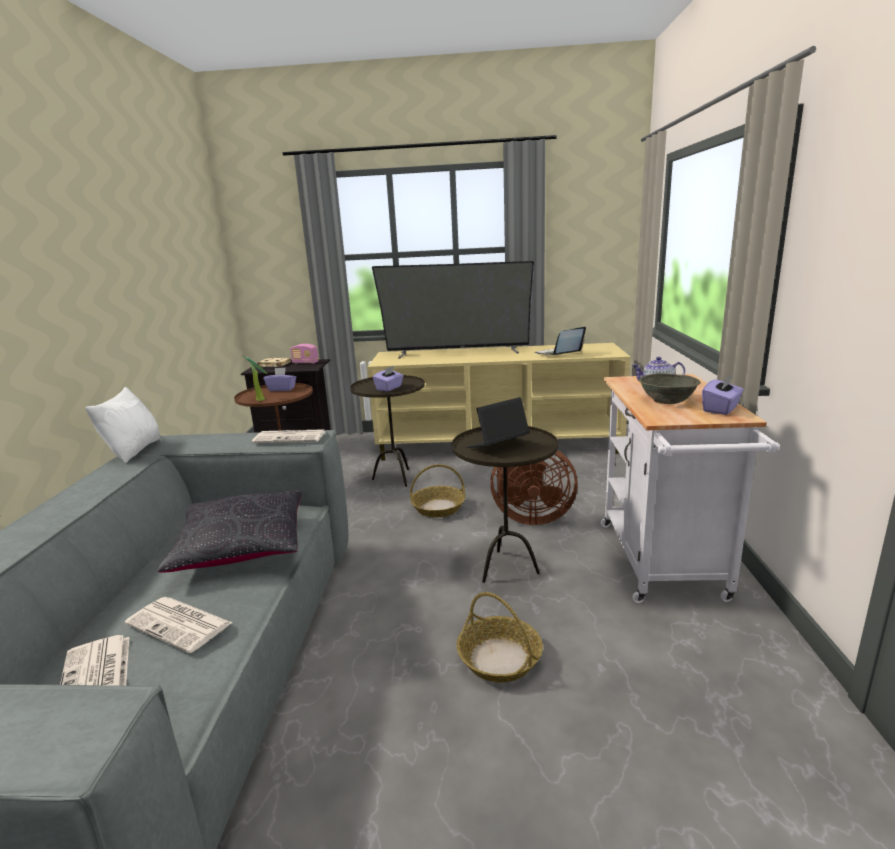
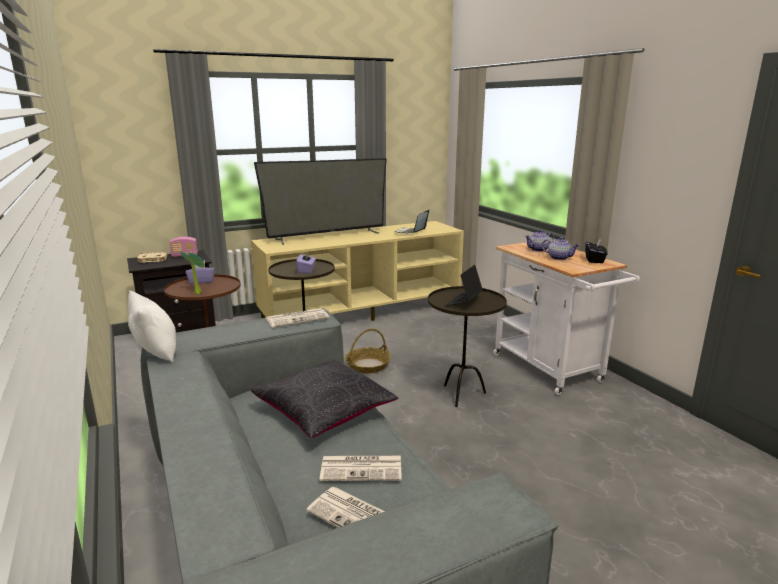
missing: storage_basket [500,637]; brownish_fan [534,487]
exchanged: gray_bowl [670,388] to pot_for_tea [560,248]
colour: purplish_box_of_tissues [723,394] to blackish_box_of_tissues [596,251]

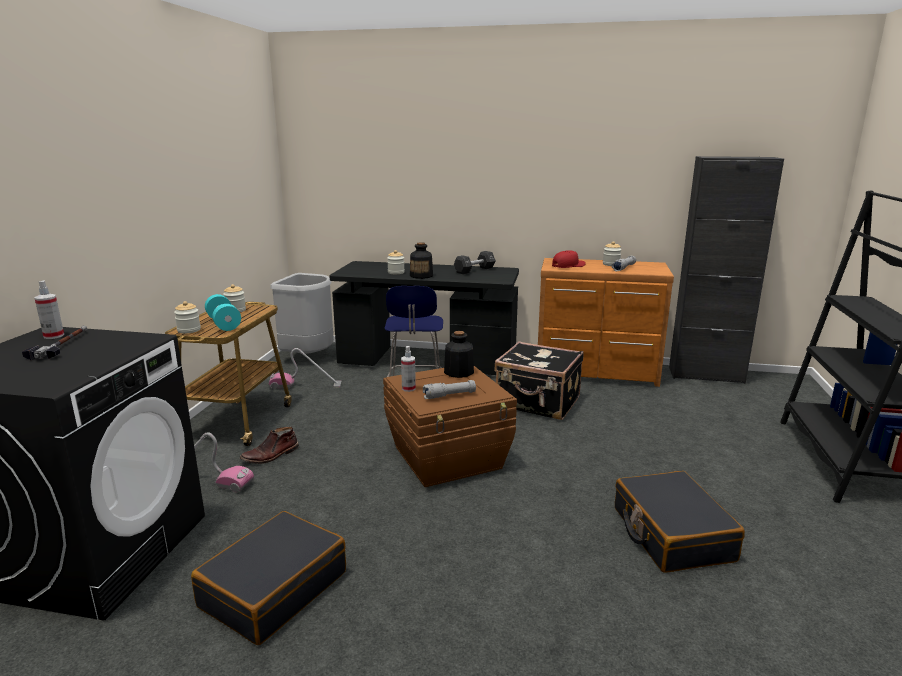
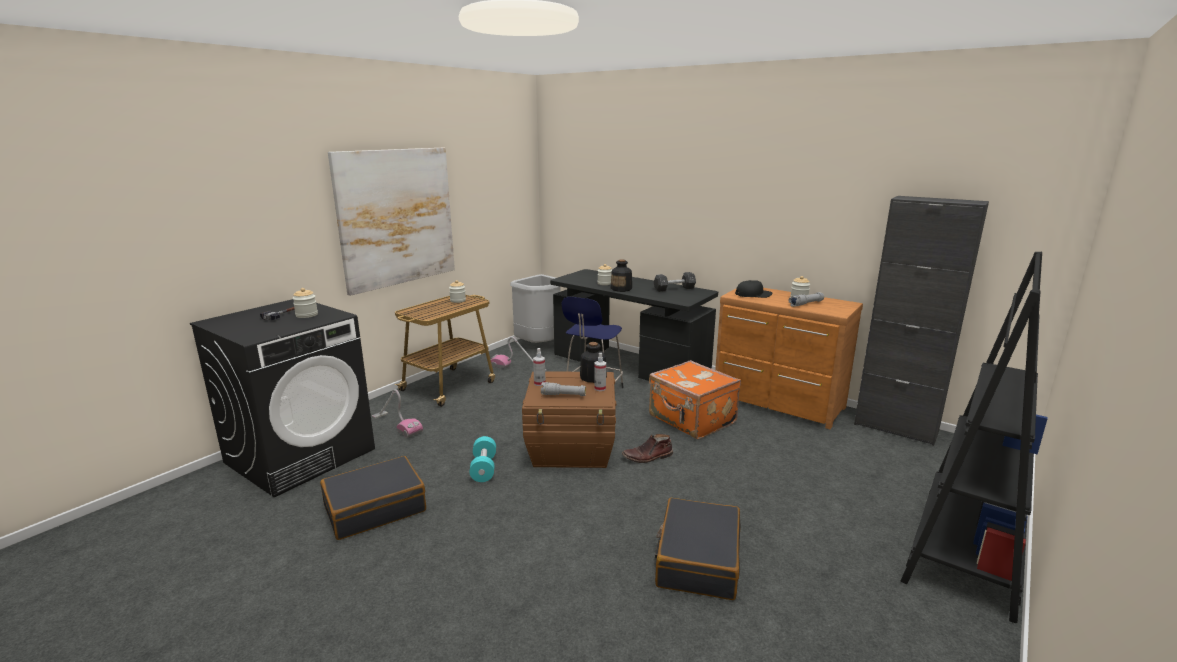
appeared: wall_art [391,222]
relocated: storage_jar [187,317] to [305,303]; turquoise_hand_weight [223,312] to [482,459]; sprayer [49,310] to [600,372]; brownish_boot [269,445] to [647,448]
colour: blackish_piece_of_luggage [539,380] to orangey_piece_of_luggage [695,400]; red_baseball_cap [569,259] to blackish_baseball_cap [754,289]

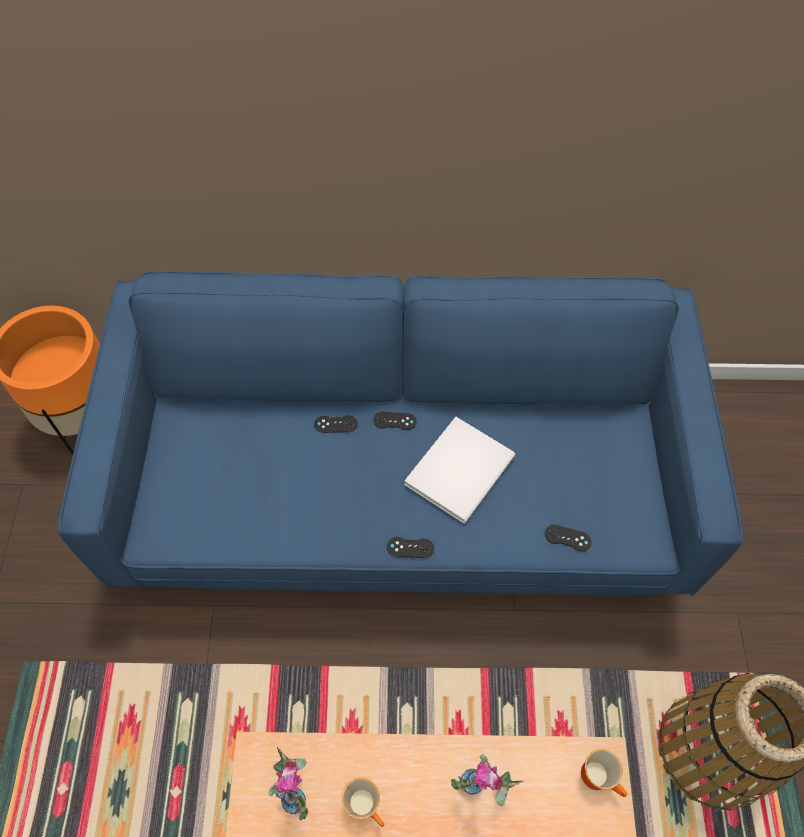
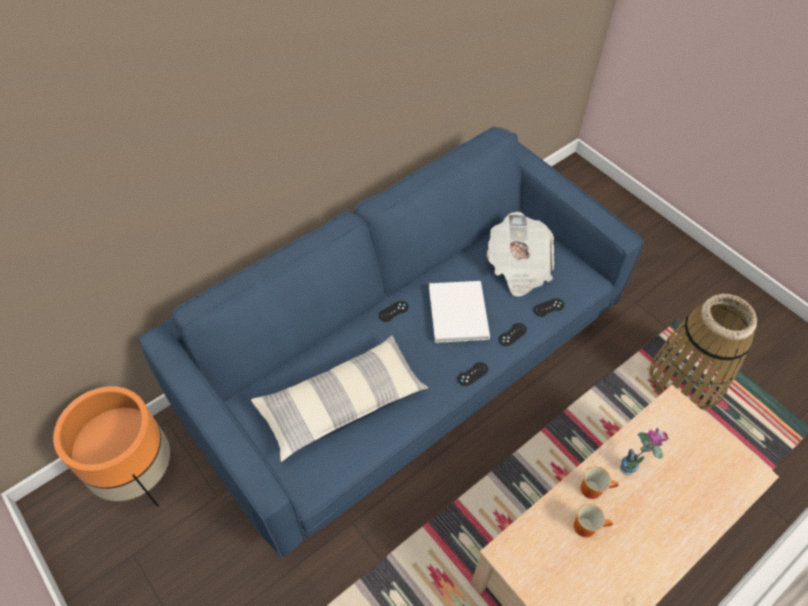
missing: vase [288,784]
appeared: pillow [339,398]; daily_paper [520,254]
relocated: blackish_game_controller [336,424] to [512,334]; coffee_mug [604,773] to [600,482]

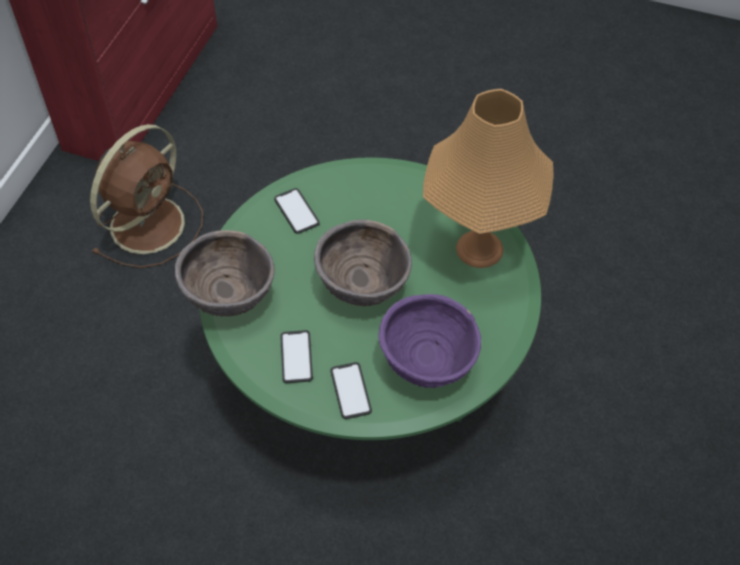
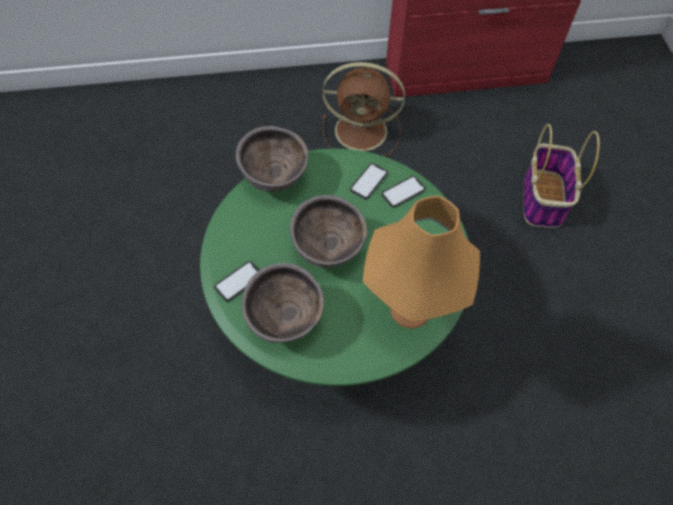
appeared: storage_basket [561,176]
relocated: handset [296,356] to [403,192]
colour: purplish_bowl [430,341] to brownish_bowl [283,303]

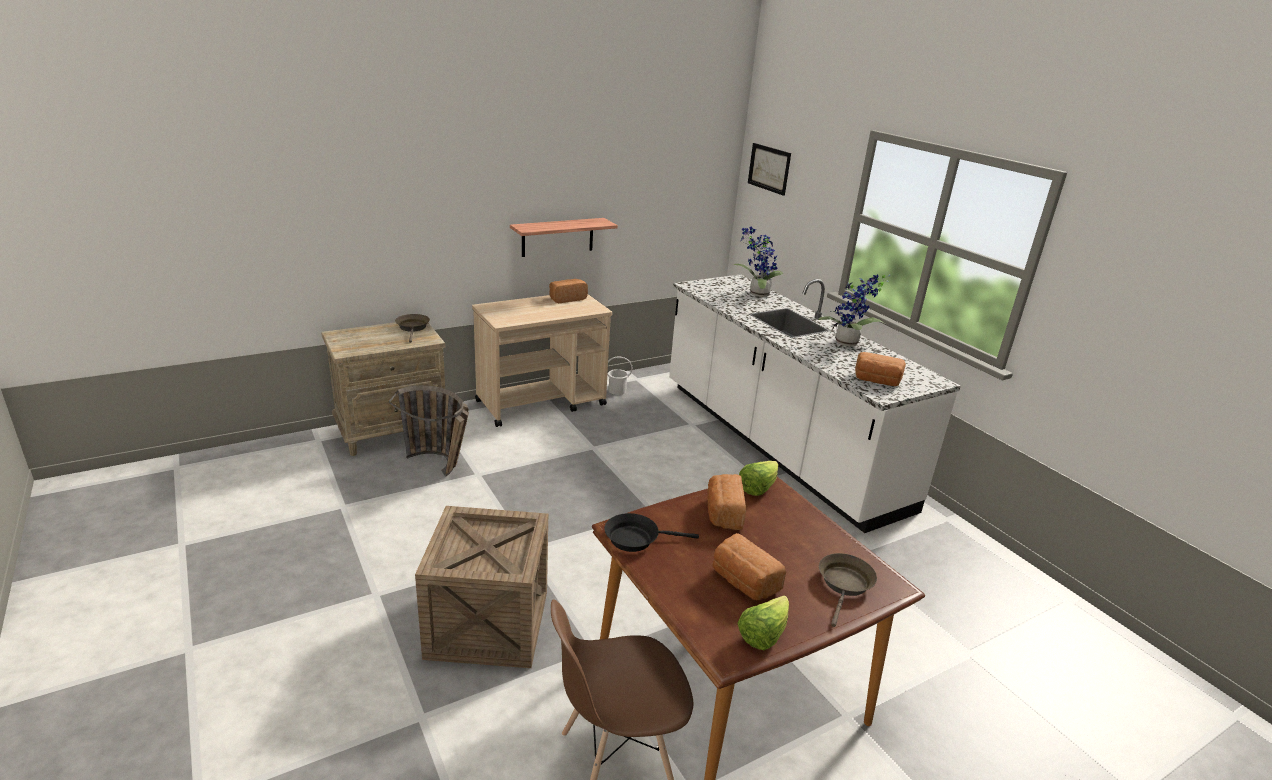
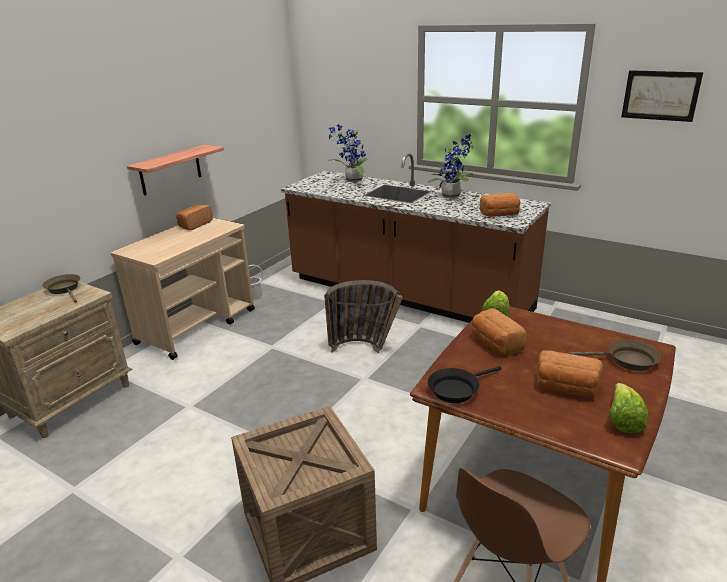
relocated: storage_basket [429,431] to [363,316]; wall_art [769,169] to [662,96]
colour: white_kitchen_base_unit [815,403] to brownish_kitchen_base_unit [416,238]
spun: brownish_pan [848,590] = [615,355] 105 degrees clockwise

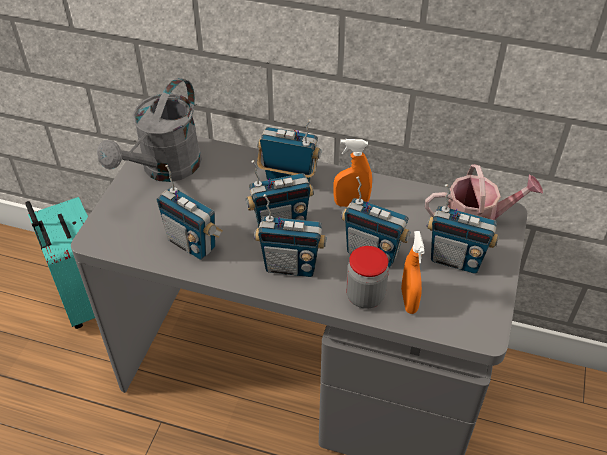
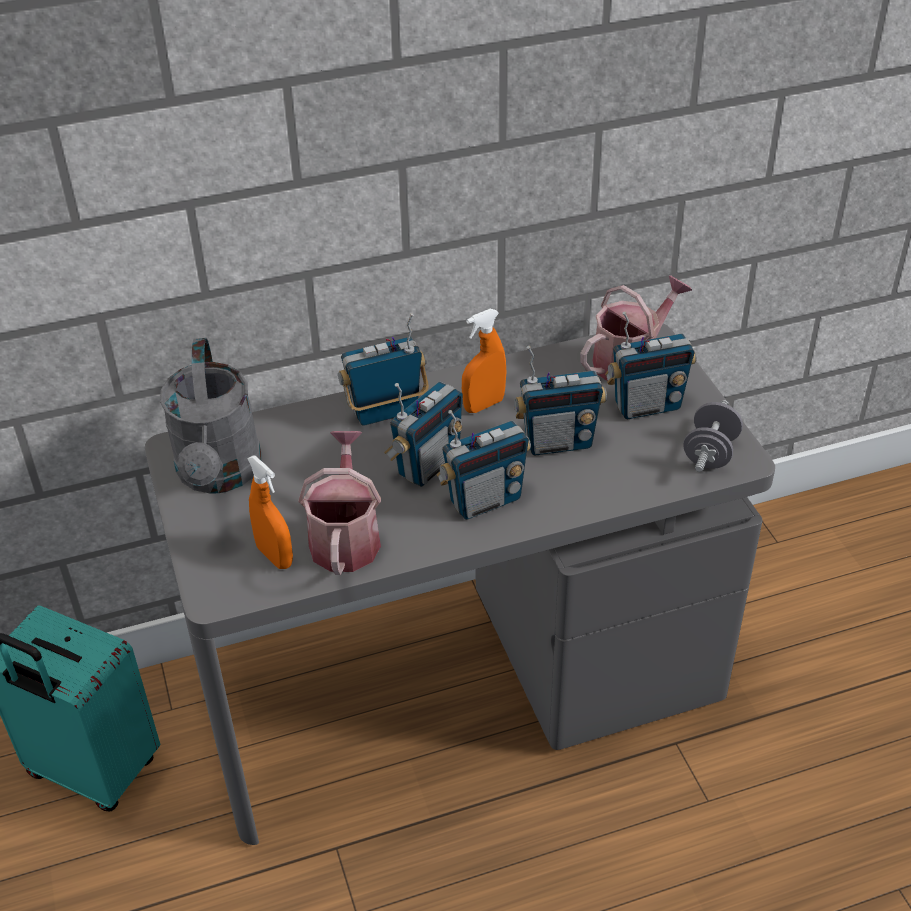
missing: storage_jar [367,277]
appeared: gray_hand_weight [713,436]
relocated: orangey_sprayer [413,272] to [270,512]
exchanged: radio_set [189,212] to watering_pot [340,503]

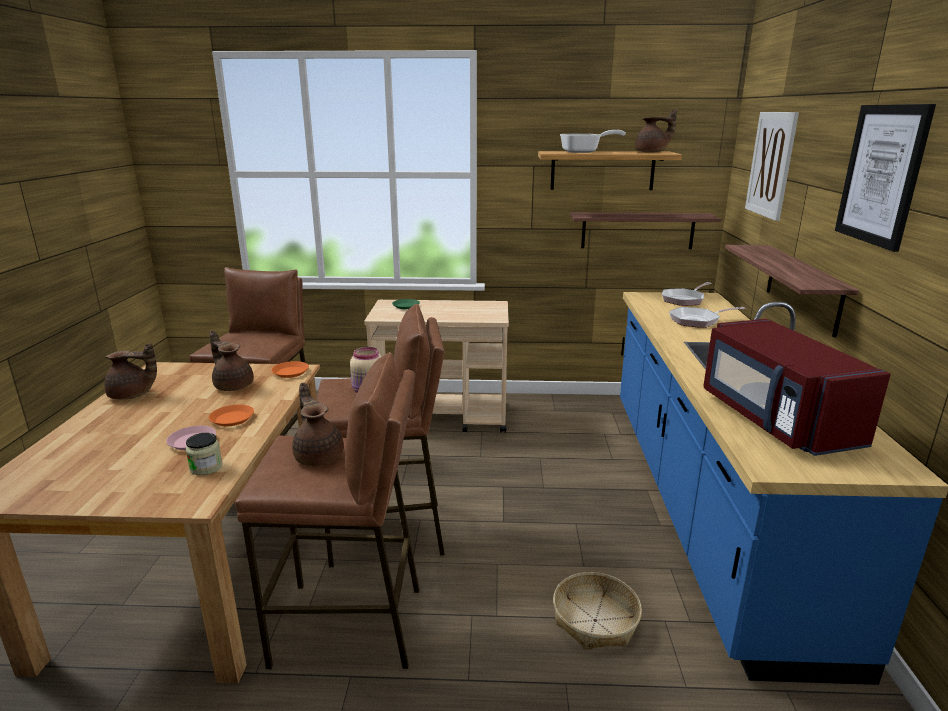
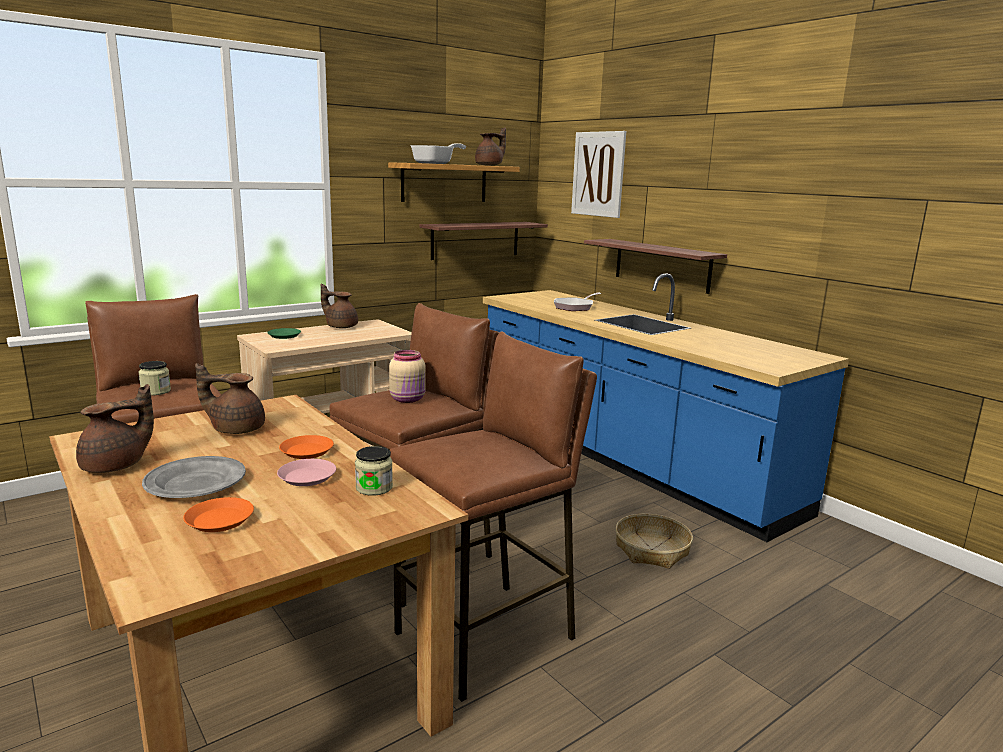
missing: pan [687,294]; red_microwave [797,387]; wall_art [885,178]
appeared: storage_jar [154,378]; gray_plate [194,477]
relocated: orangey_plate [290,369] to [218,514]; brownish_pot_for_tea [318,424] to [339,306]

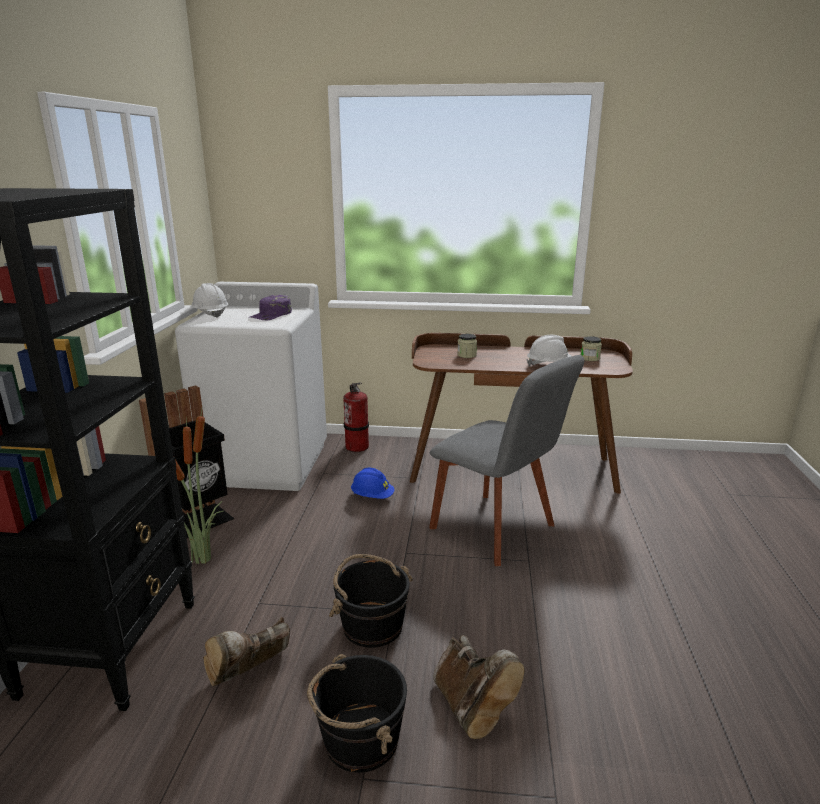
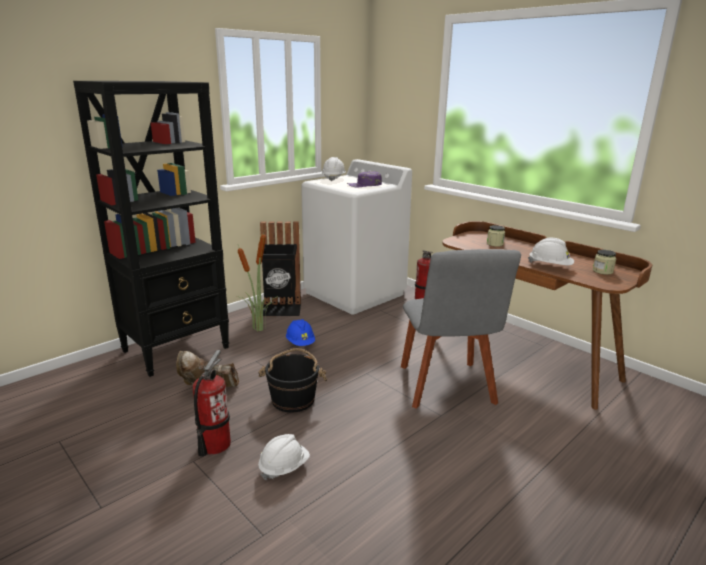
relocated: bluish_work_helmet [373,483] to [300,332]
exchanged: blackish_pail [357,713] to extinguisher [211,403]; brownish_boot [478,687] to white_work_helmet [284,457]

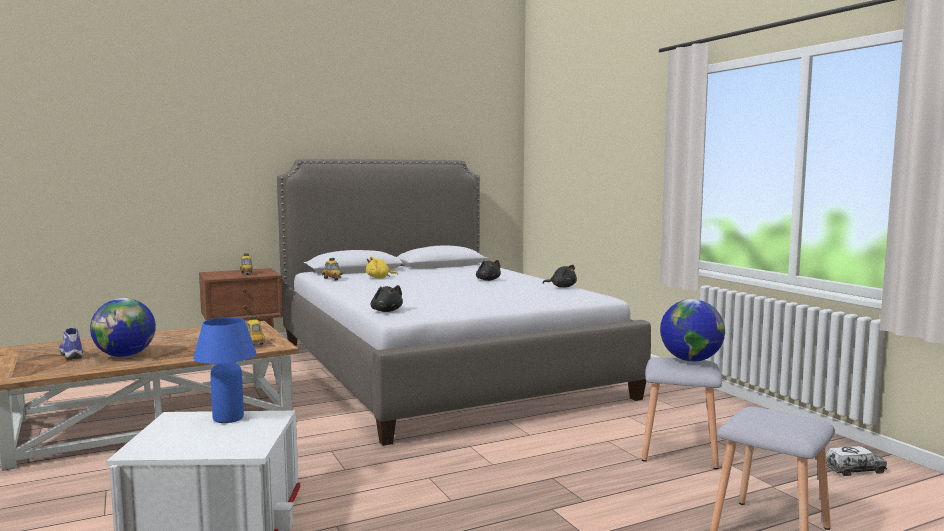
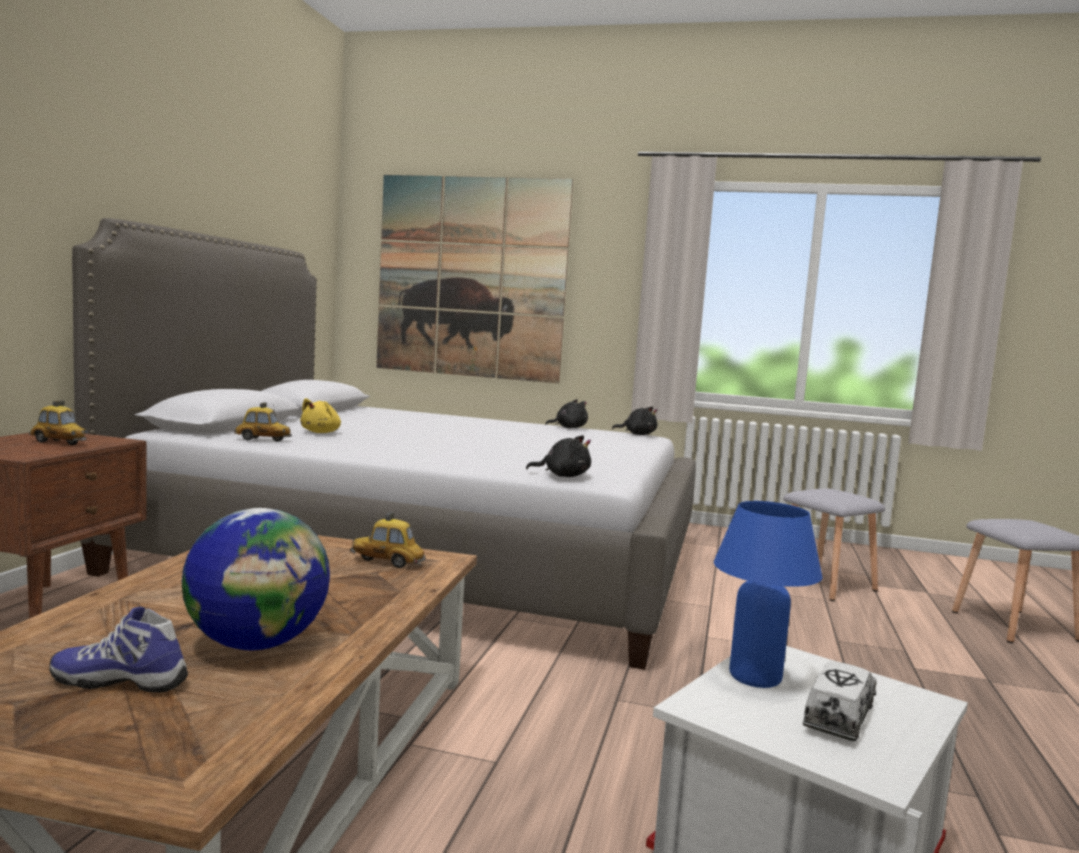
missing: desk_globe [692,330]
appeared: wall_art [474,279]
relocated: blackish_plush_toy [488,270] to [635,421]; toy_lorry [856,461] to [840,701]

